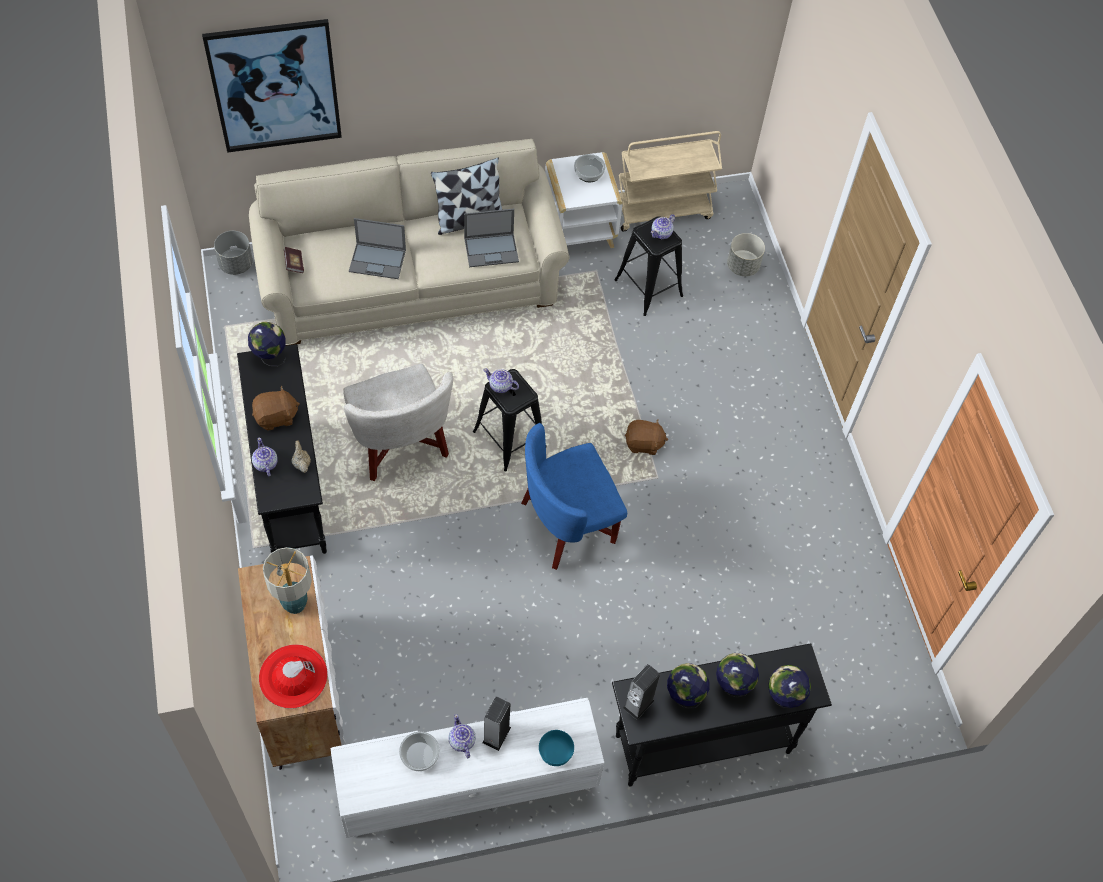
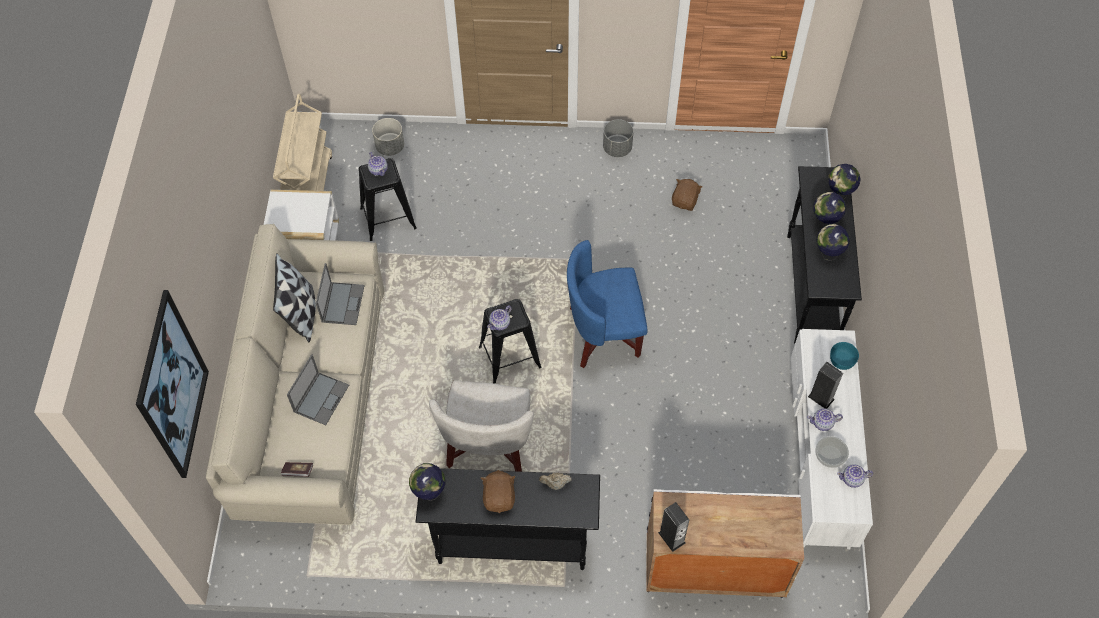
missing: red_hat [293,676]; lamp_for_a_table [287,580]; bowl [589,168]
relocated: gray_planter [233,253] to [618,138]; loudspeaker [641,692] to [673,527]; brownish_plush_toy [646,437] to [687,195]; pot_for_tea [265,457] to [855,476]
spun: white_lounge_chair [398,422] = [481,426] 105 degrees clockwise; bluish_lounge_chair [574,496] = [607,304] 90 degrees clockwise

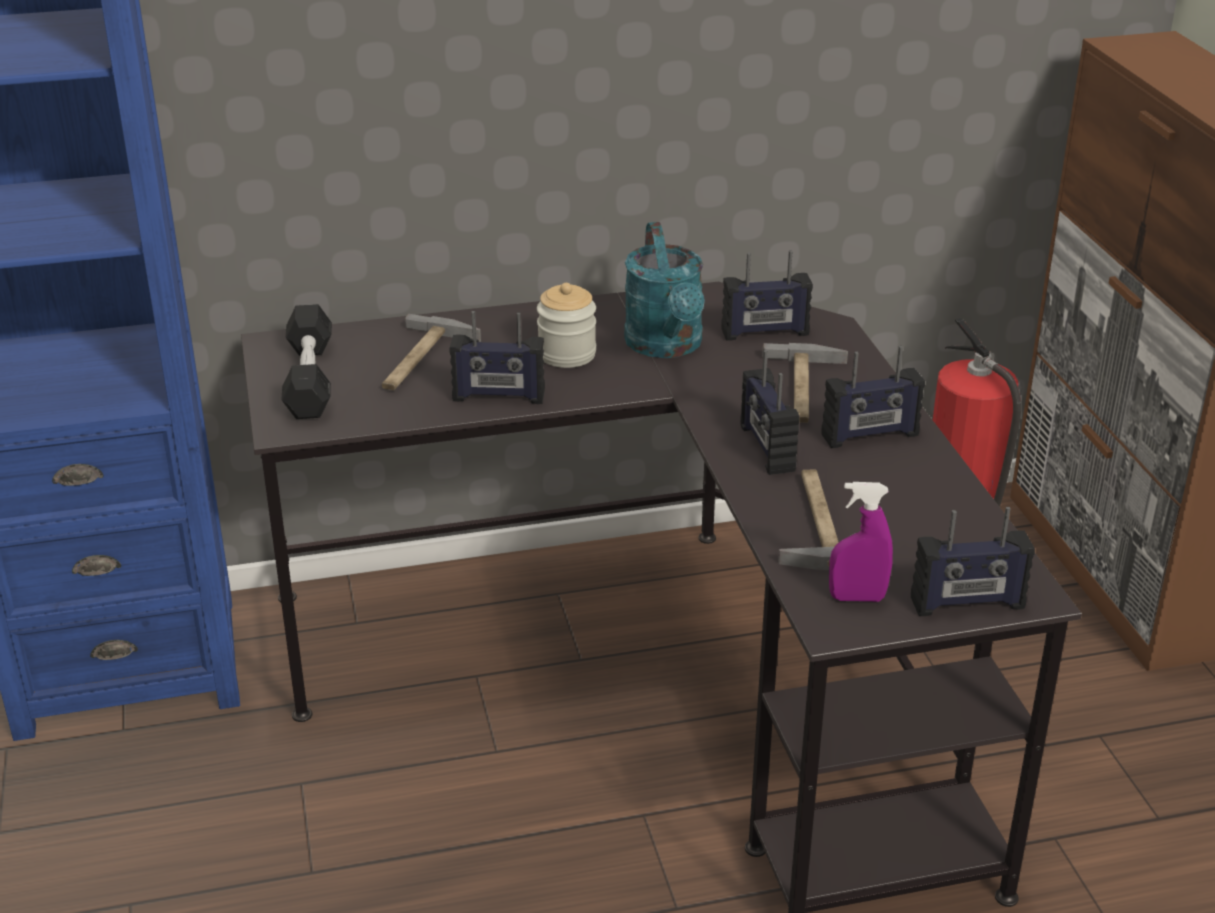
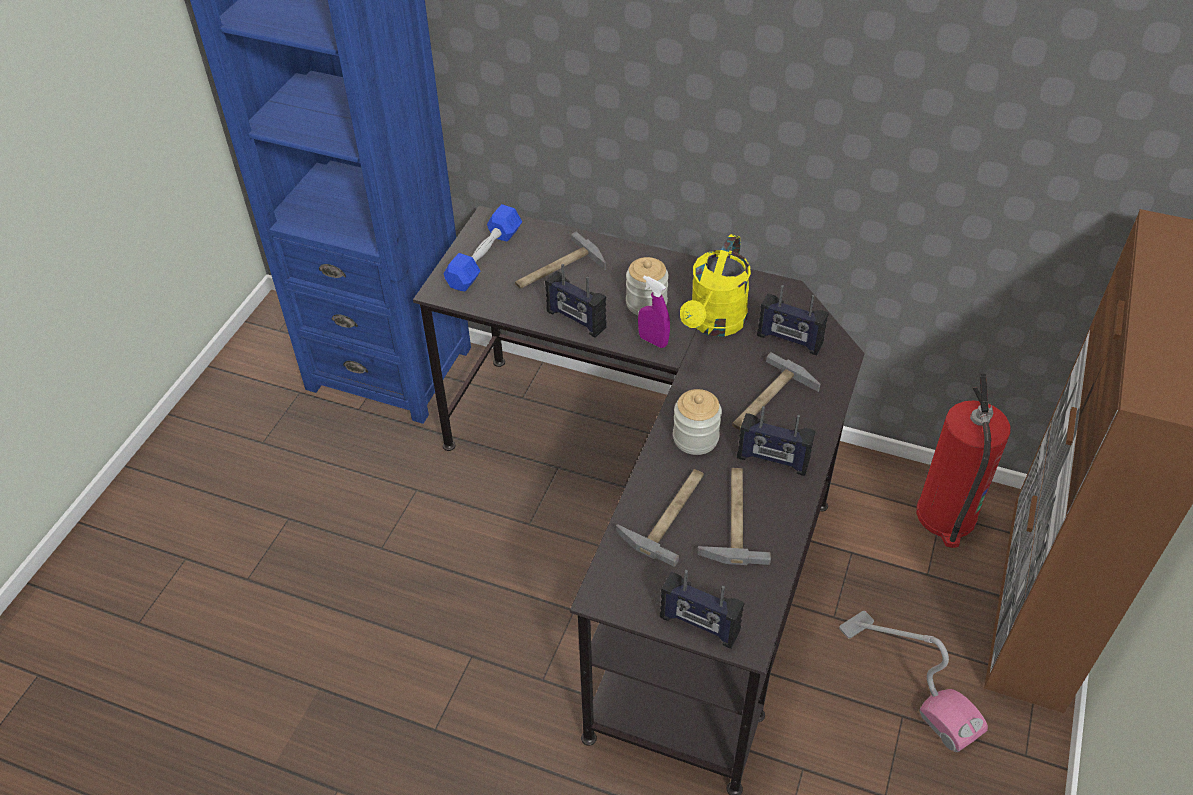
appeared: hammer [734,516]; vacuum_cleaner [913,681]
relocated: purplish_sprayer [861,542] to [654,311]
exchanged: radio_set [770,412] to storage_jar [697,422]
colour: blackish_hand_weight [306,361] to bluish_hand_weight [483,247]; turquoise_watering_pot [664,290] to yellow_watering_pot [715,285]

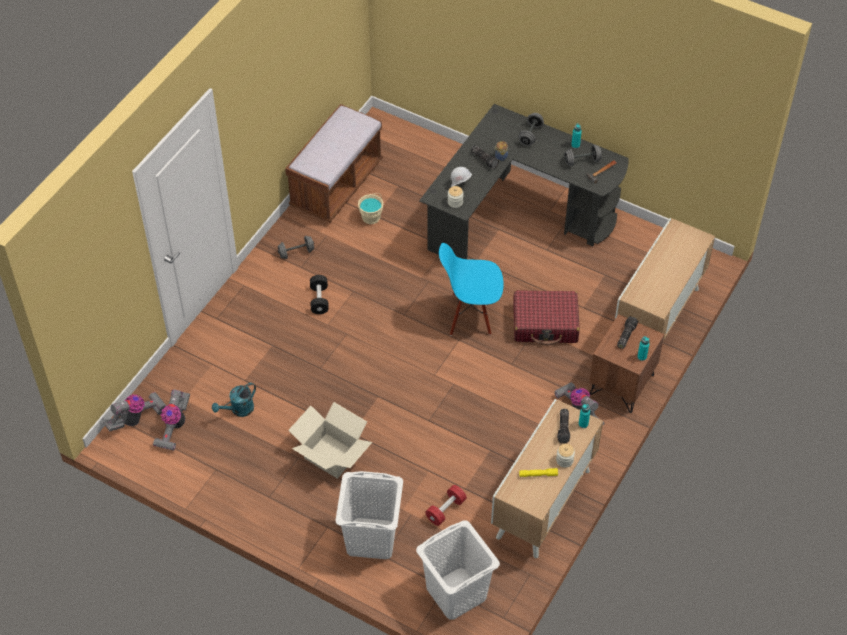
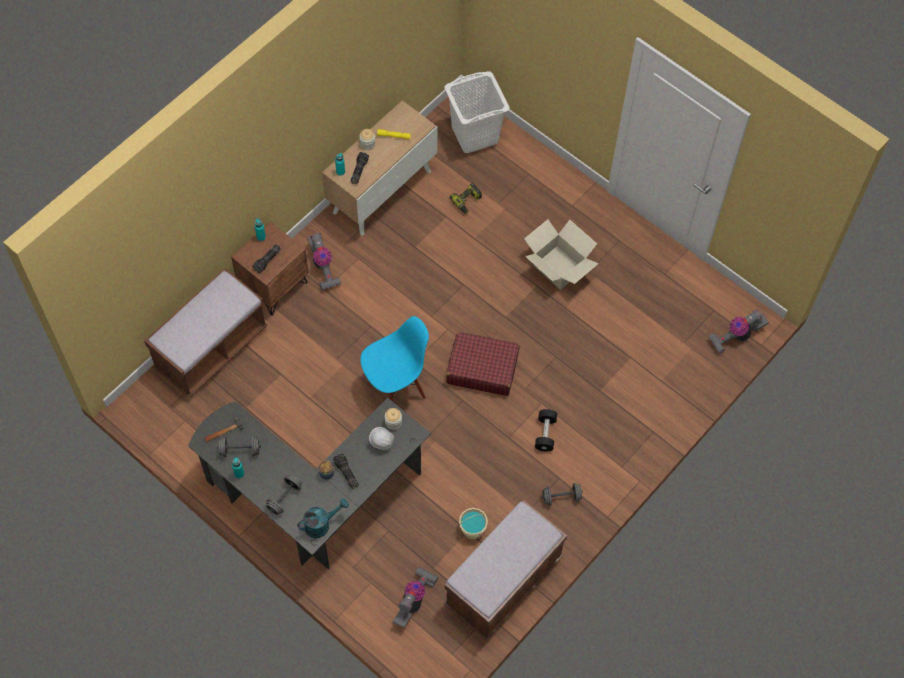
missing: white_hamper [369,515]
relocated: turquoise_watering_pot [234,400] to [323,518]; vacuum_cleaner [171,420] to [415,597]; red_piece_of_luggage [546,318] to [483,364]
exchanged: cupboard [665,279] to brownish_long_seat [206,333]; red_hand_weight [446,505] to electric_drill [466,198]
spun: bluish_plain_chair [471,289] = [394,358] 45 degrees counterclockwise

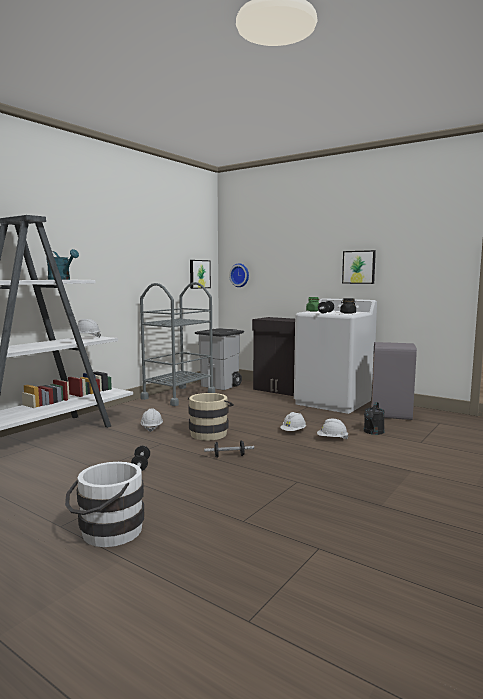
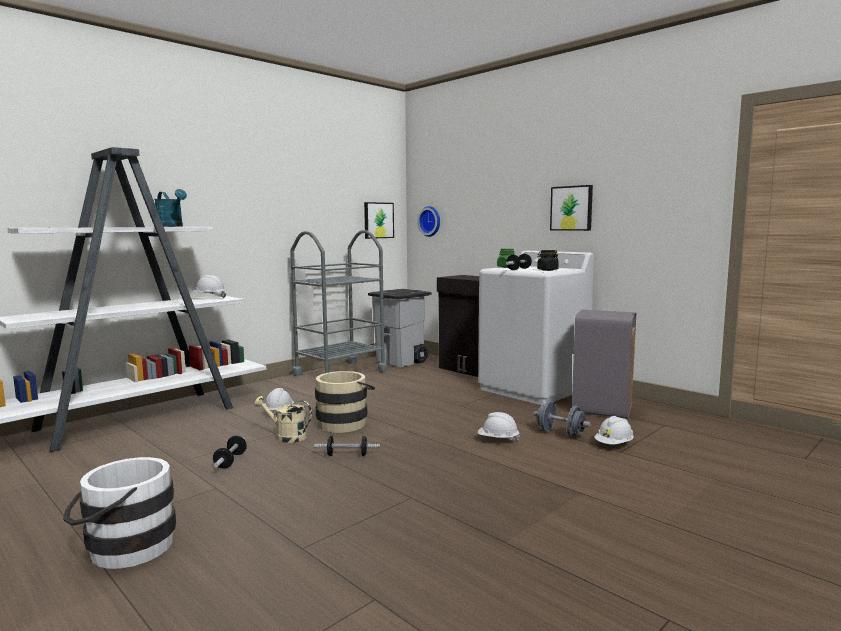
appeared: beige-coloured_watering_pot [283,419]
relocated: white_work_helmet [293,421] to [614,430]
exchanged: blackish_watering_pot [374,418] to gray_hand_weight [562,419]

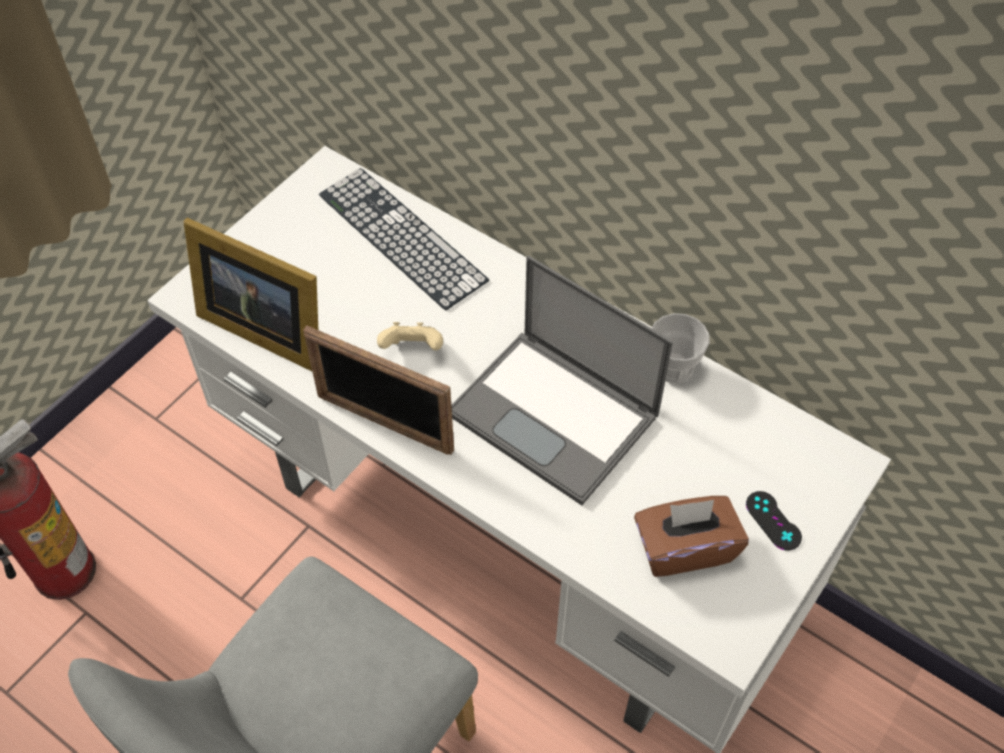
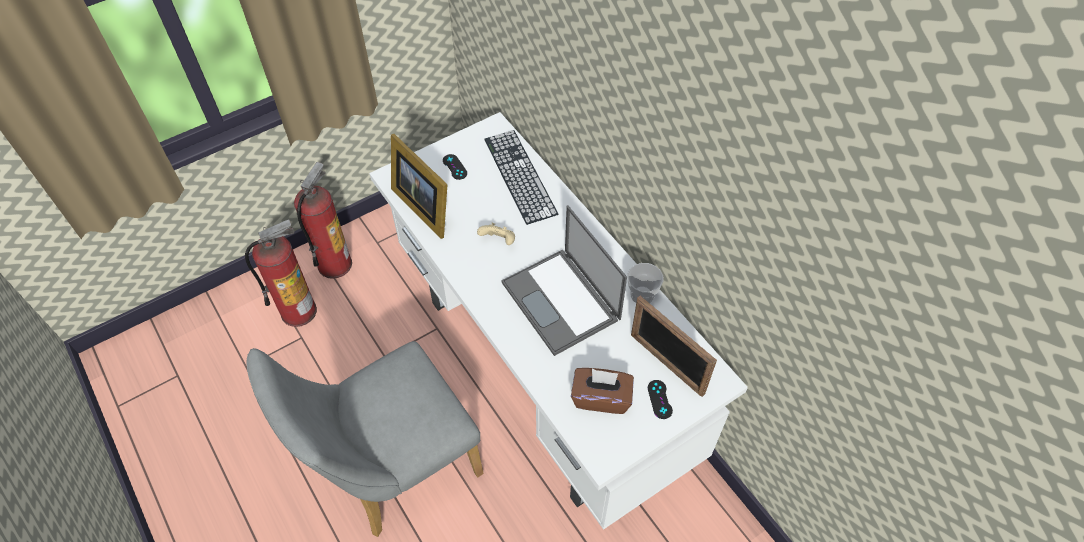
appeared: extinguisher [323,220]; blackish_game_controller [455,167]
relocated: picture_frame [378,390] to [674,346]

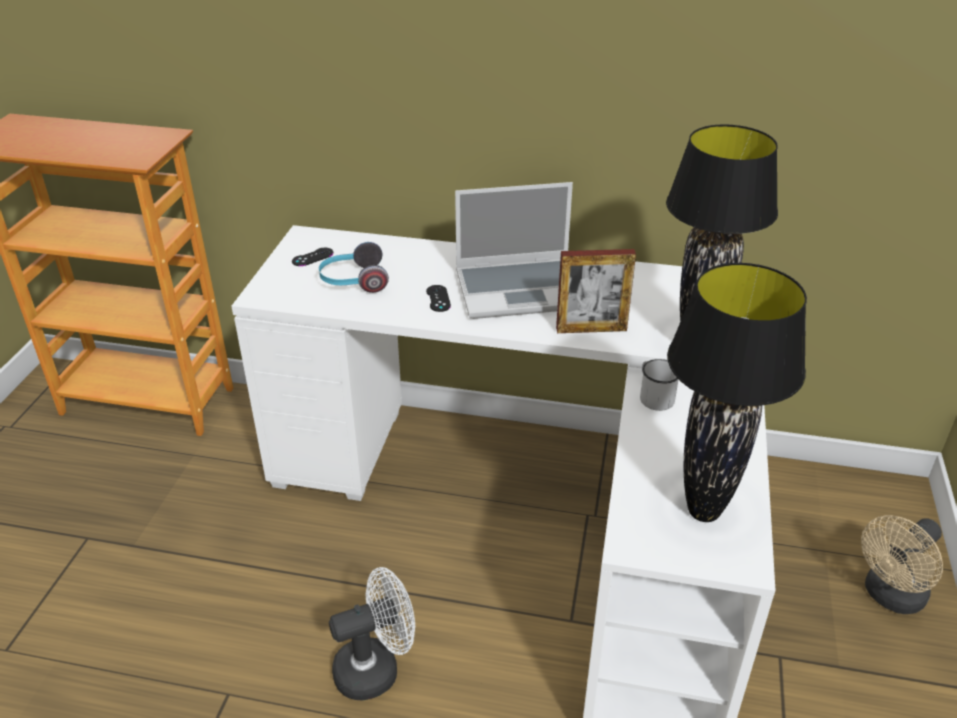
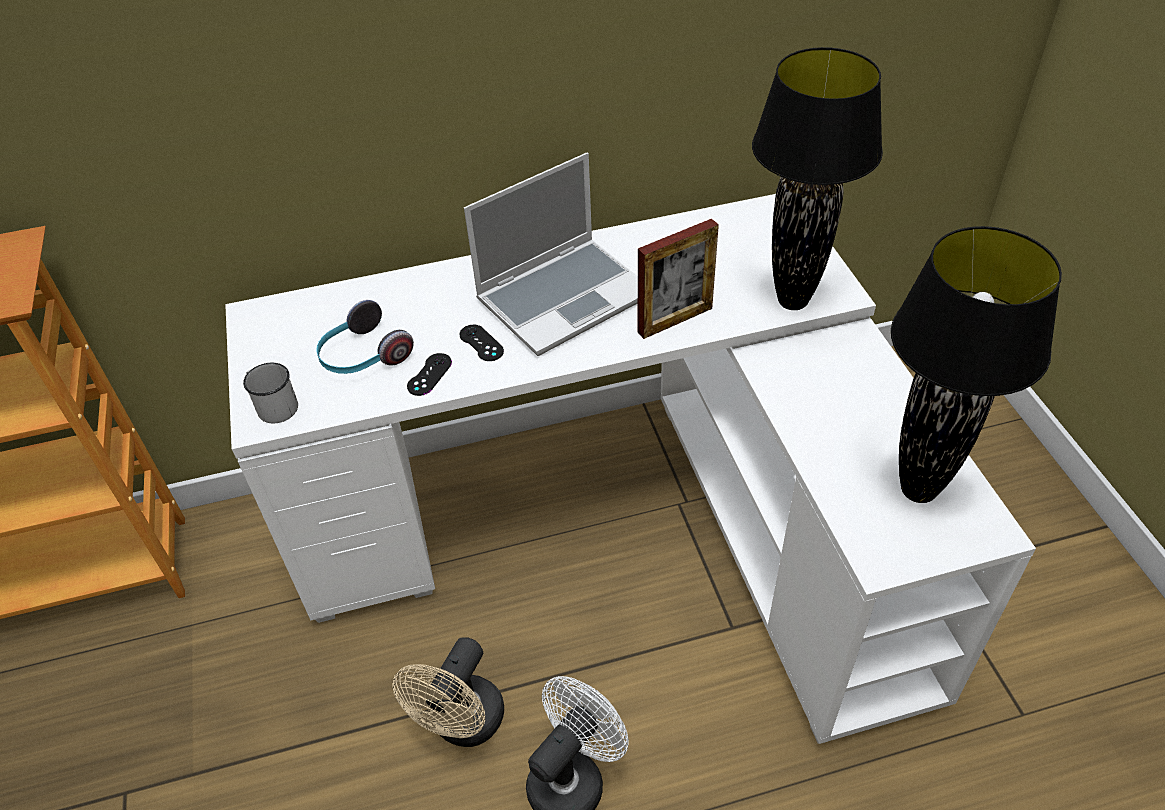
relocated: white_coffee_mug [659,385] to [270,393]; beige-coloured_fan [902,564] to [448,692]; blackish_game_controller [312,257] to [429,374]

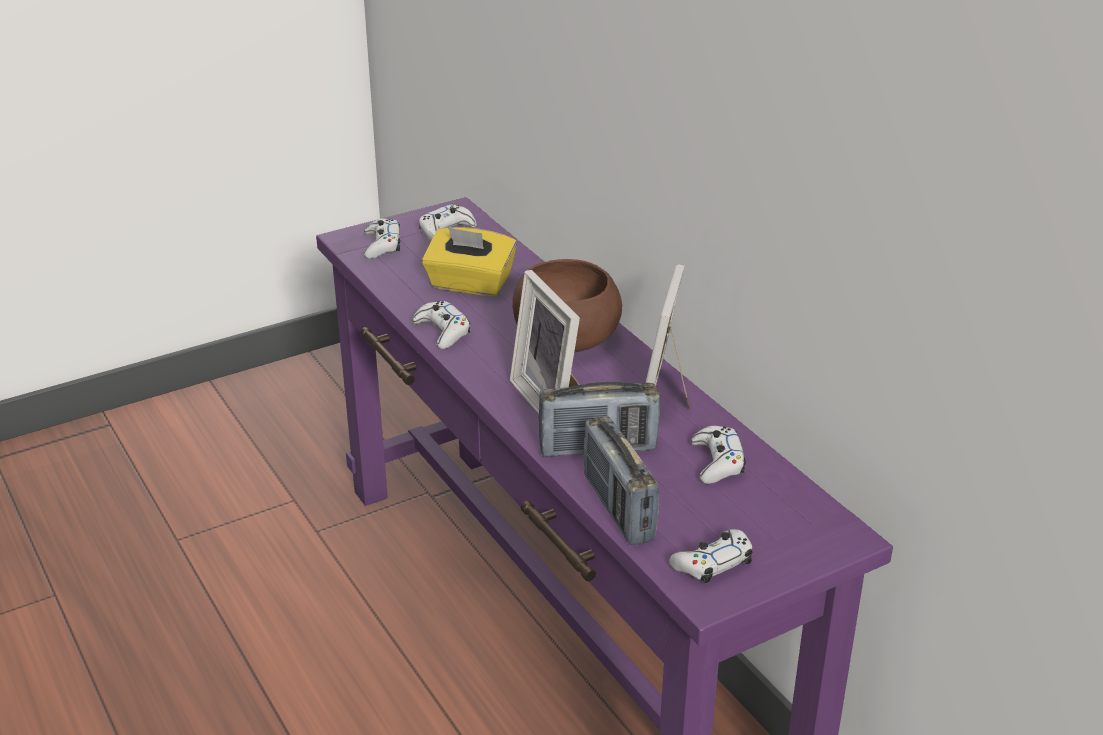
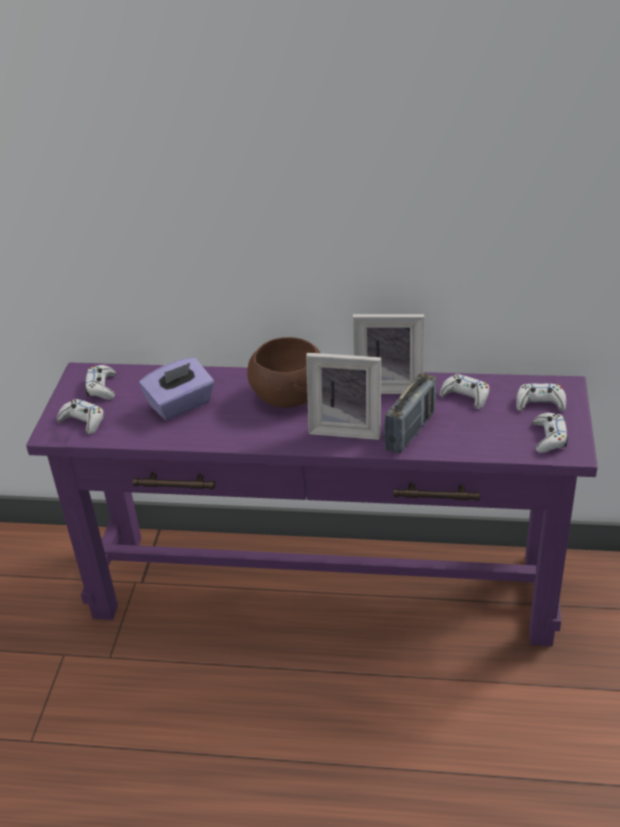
missing: radio_set [621,480]
relocated: white_game_controller [441,325] to [541,397]
colour: yellow_box_of_tissues [469,262] to purplish_box_of_tissues [176,389]
spun: picture_frame [667,337] = [389,354] 45 degrees counterclockwise

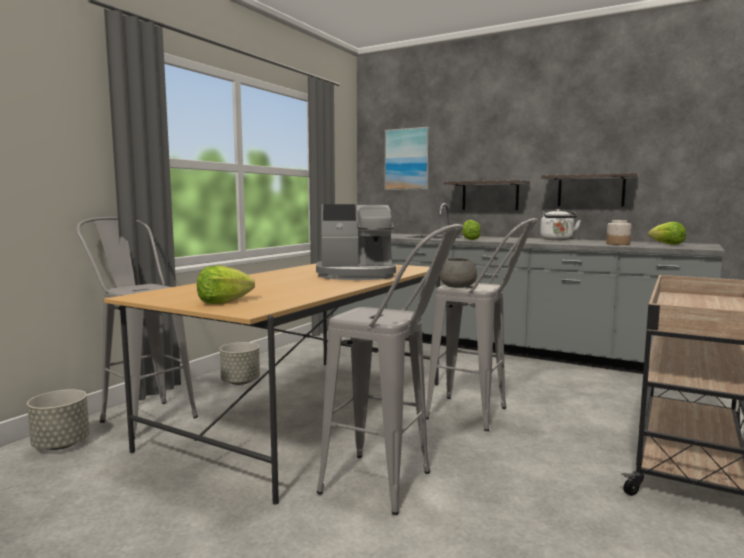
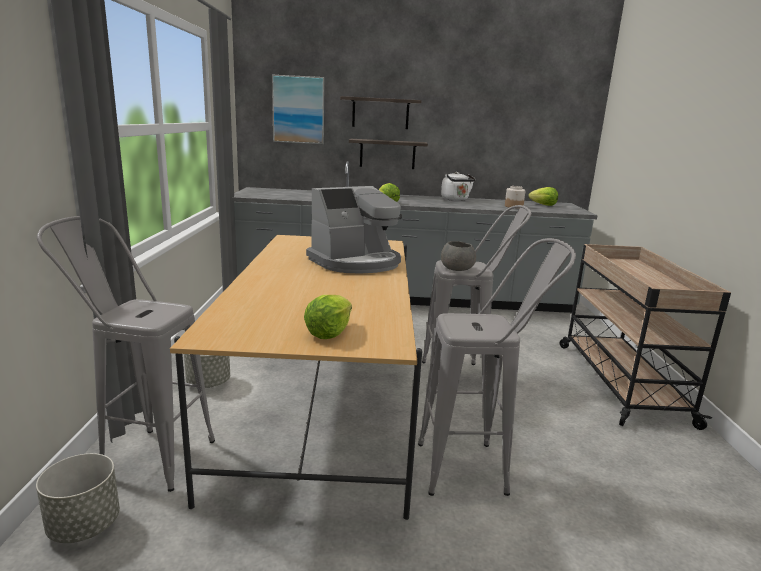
relocated: shelf [590,189] to [381,112]

